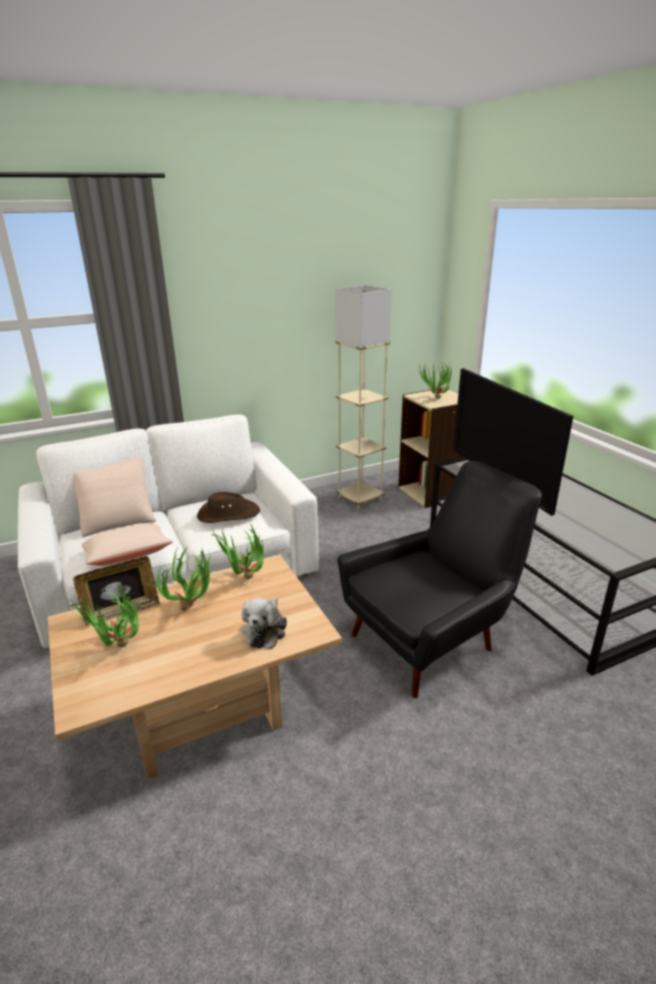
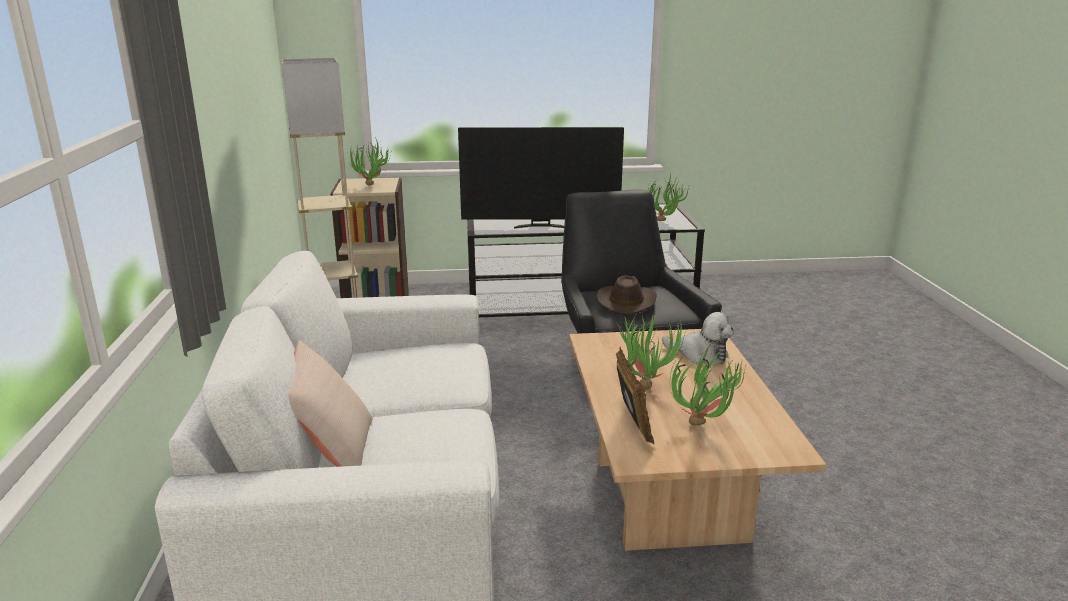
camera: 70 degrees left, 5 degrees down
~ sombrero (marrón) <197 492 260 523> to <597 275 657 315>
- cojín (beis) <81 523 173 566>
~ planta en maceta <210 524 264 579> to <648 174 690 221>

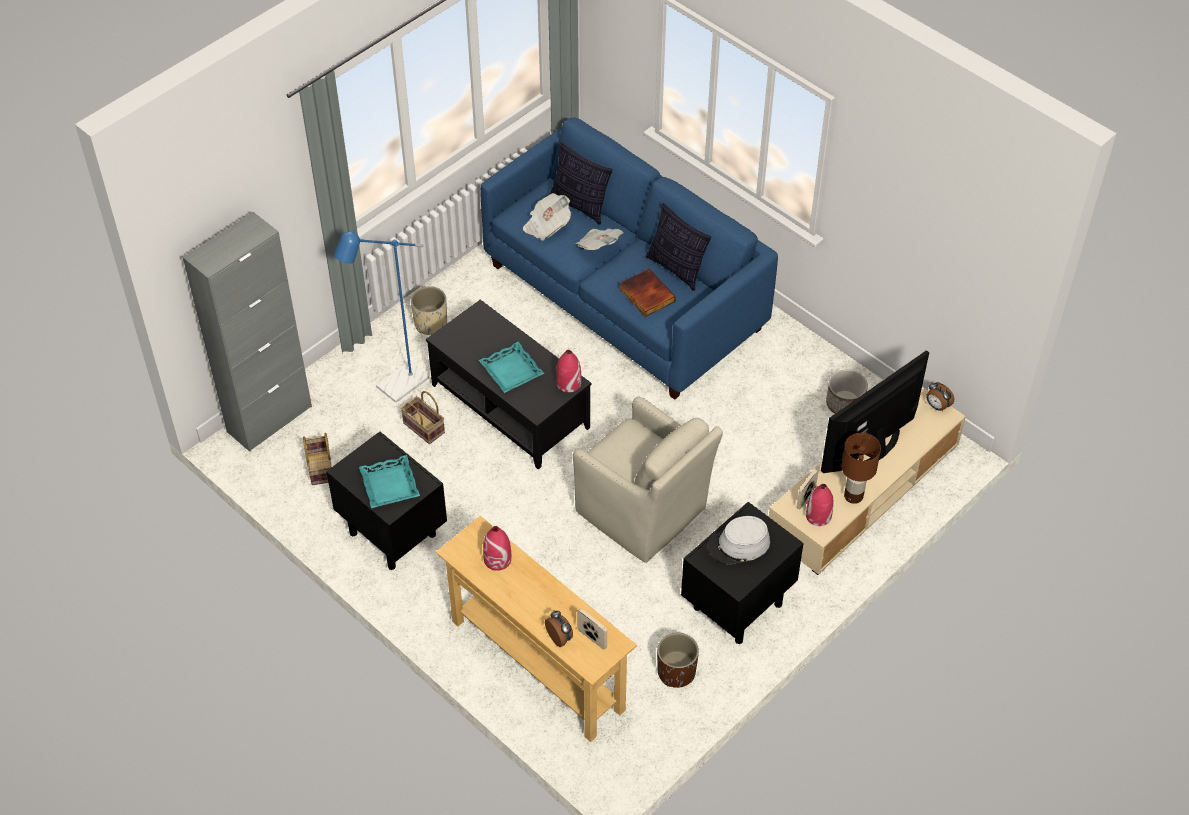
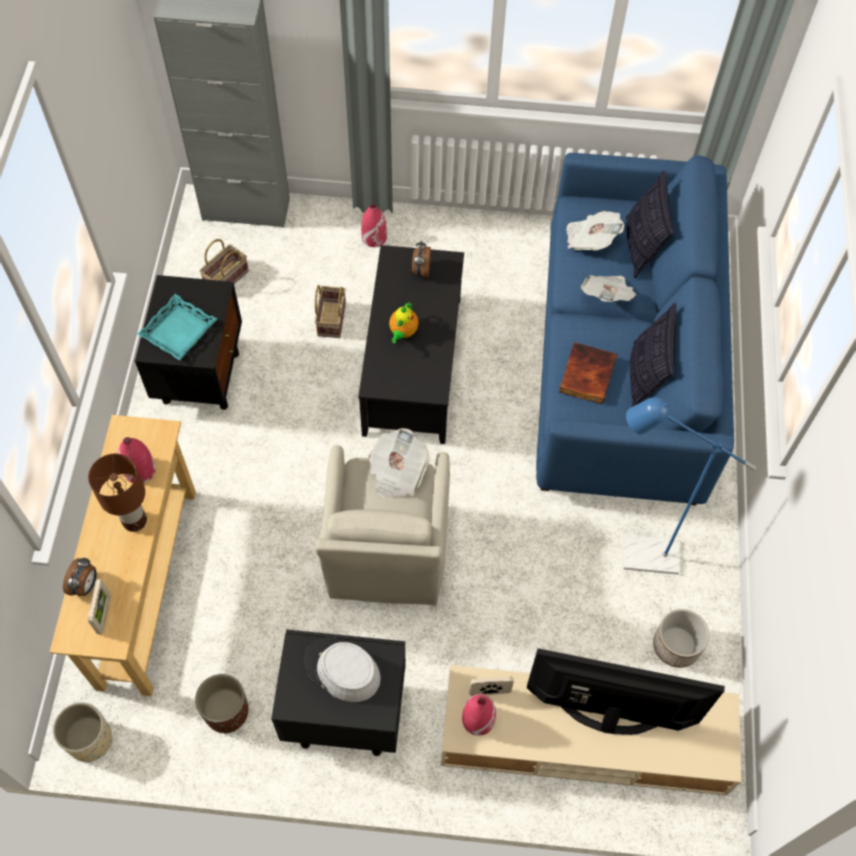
camera: 50 degrees right, 10 degrees up
~ lámpara de pie (azul) <334 229 429 403> to <623 397 756 575>
~ maceta (beis) <411 286 447 335> to <53 702 112 762>
~ bandeja (turquesa) <479 342 545 393> to tetera <389 302 419 343>
~ florero (rojo) <556 350 581 392> to <361 204 387 247>
~ despertador <926 382 954 411> to <412 240 431 277>
~ lámpara de mesa (marrón) <841 433 881 504> to <88 454 147 532>
+ periódico <369 428 430 498>

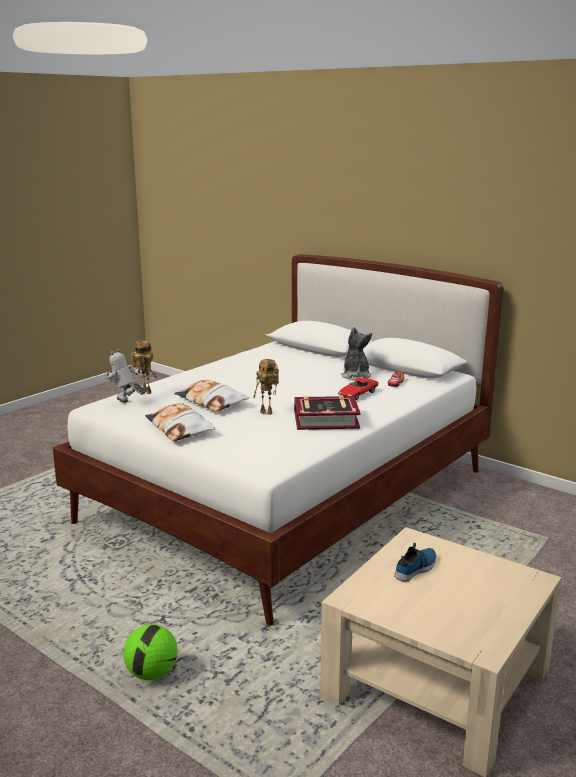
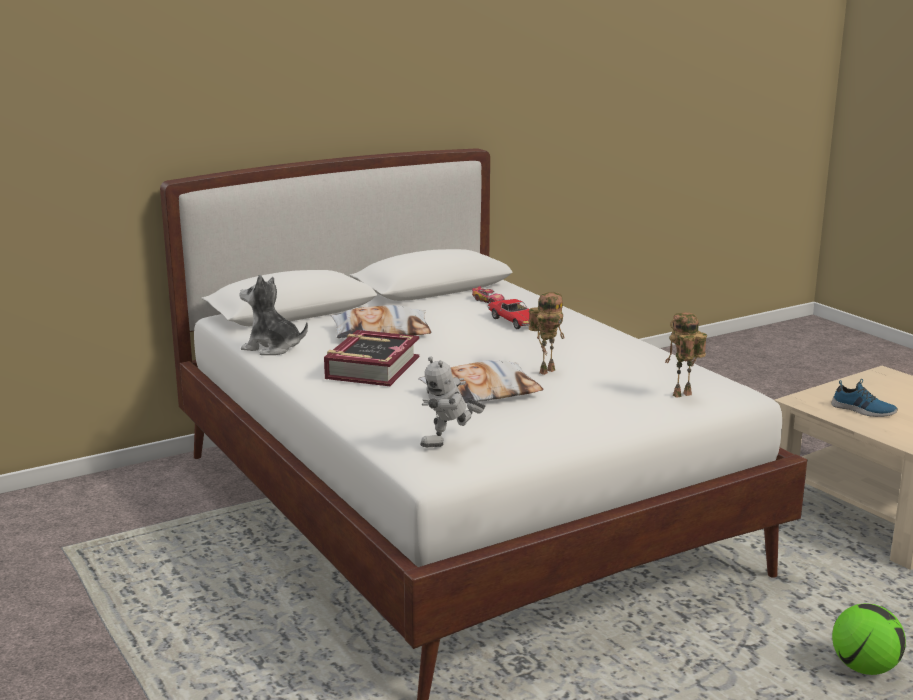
camera: 70 degrees left, 0 degrees up
~ peluche <341 327 372 379> to <240 274 308 355>
~ robot de juguete <131 340 158 394> to <665 312 707 398>
~ libro <294 395 361 430> to <324 330 419 386>
~ cojín <145 403 215 441> to <331 305 432 338>
~ zapato <394 543 436 582> = <832 379 898 417> 150 degrees clockwise

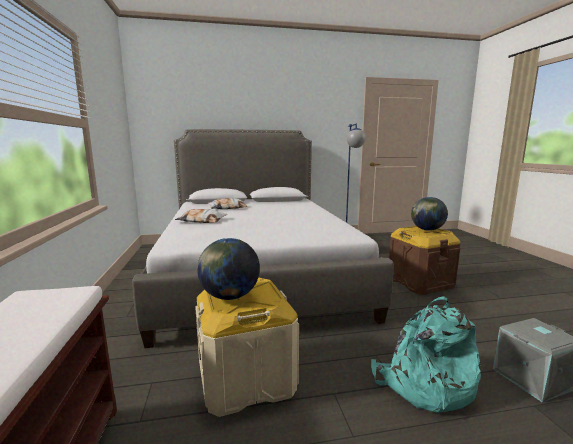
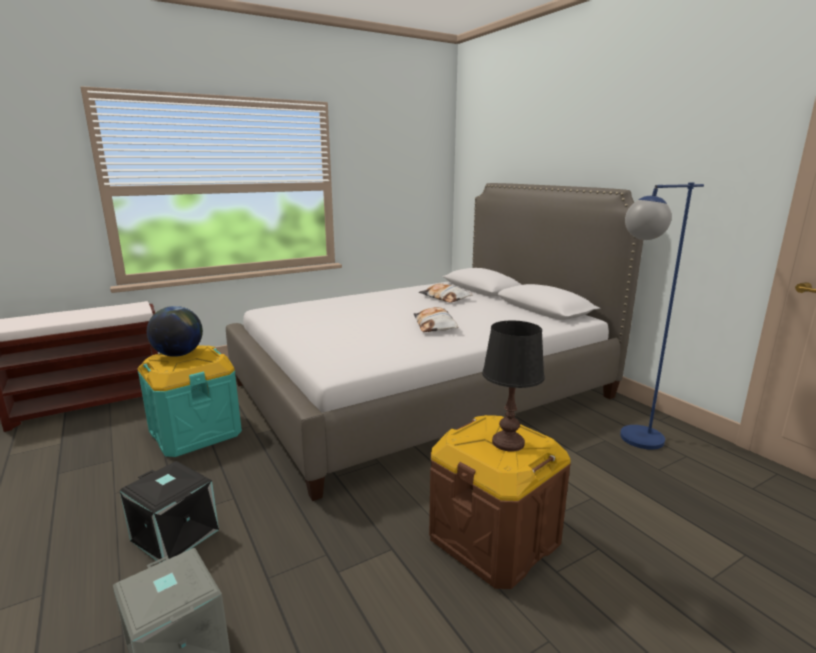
camera: 70 degrees right, 5 degrees up
~ globo terráqueo <411 197 448 231> to lámpara de mesa (negro) <482 320 545 452>
~ cojín <175 209 227 223> to <414 307 459 332>
~ caja de almacenaje (beis) <195 278 299 417> to caja de almacenaje (turquesa) <138 345 242 457>
~ mochila (turquesa) <371 296 481 413> to caja de almacenaje (negro) <120 461 219 563>

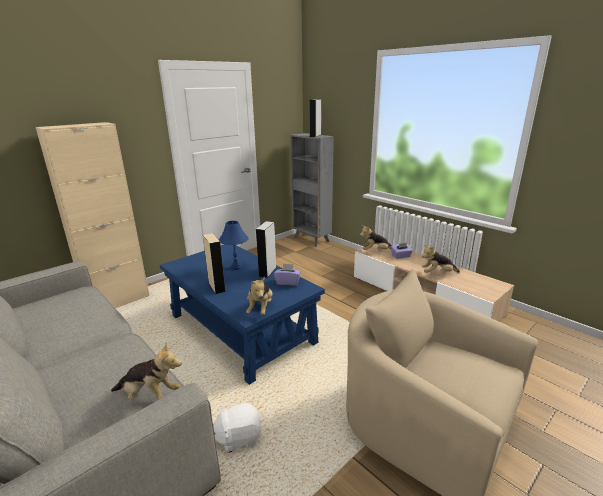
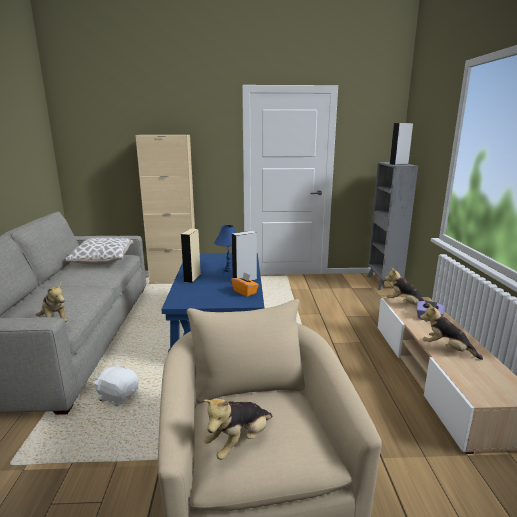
camera: 40 degrees right, 5 degrees down
~ caja de pañuelos (morado) <274 264 301 286> to caja de pañuelos (naranja) <231 272 259 297>
~ peluche <246 277 272 315> to <203 398 273 460>
+ cojín <65 238 134 265>

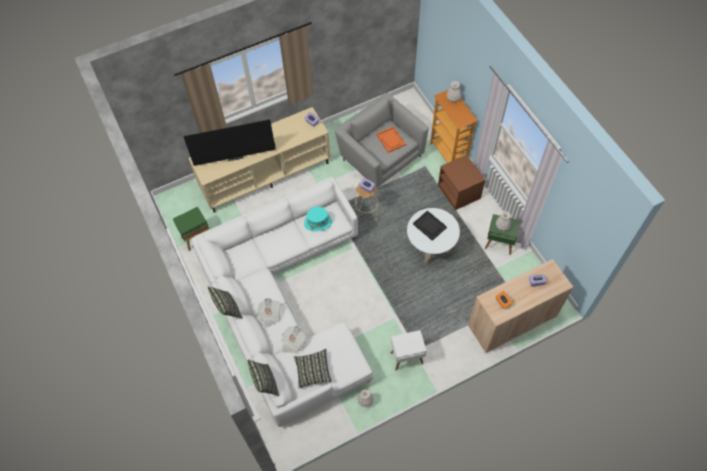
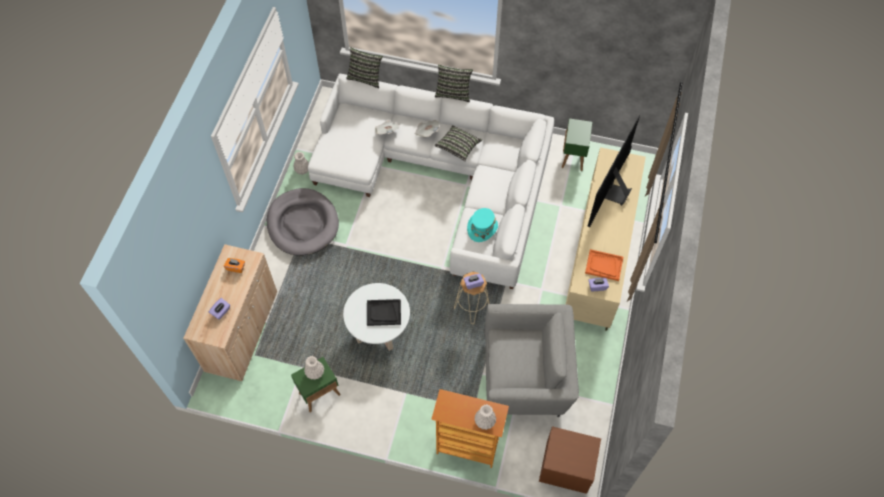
camera: 130 degrees right, 0 degrees up
~ bandeja (naranja) <376 126 406 153> to <585 249 623 281>
~ mesita de noche (marrón) <438 155 485 210> to <539 426 601 494>
~ mesa auxiliar (blanco) <391 330 427 371> to cama para perro (gris) <267 188 339 255>
~ cojín <294 349 332 388> to <434 125 482 161>

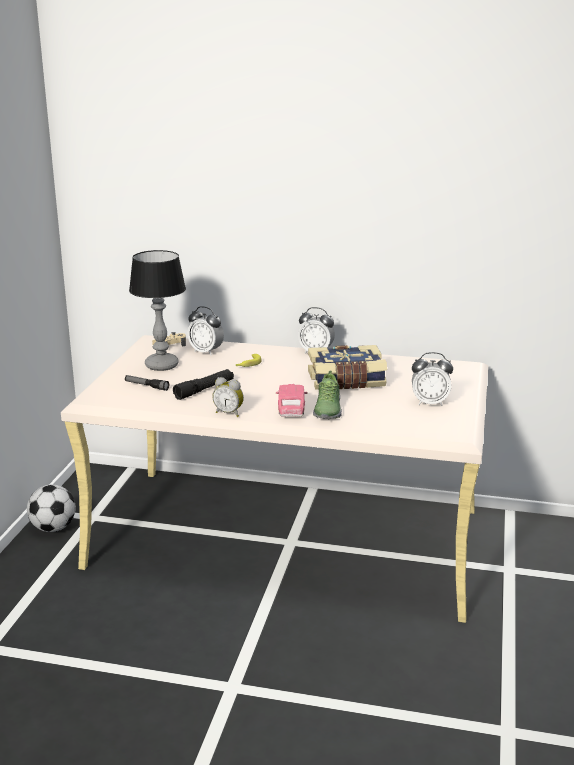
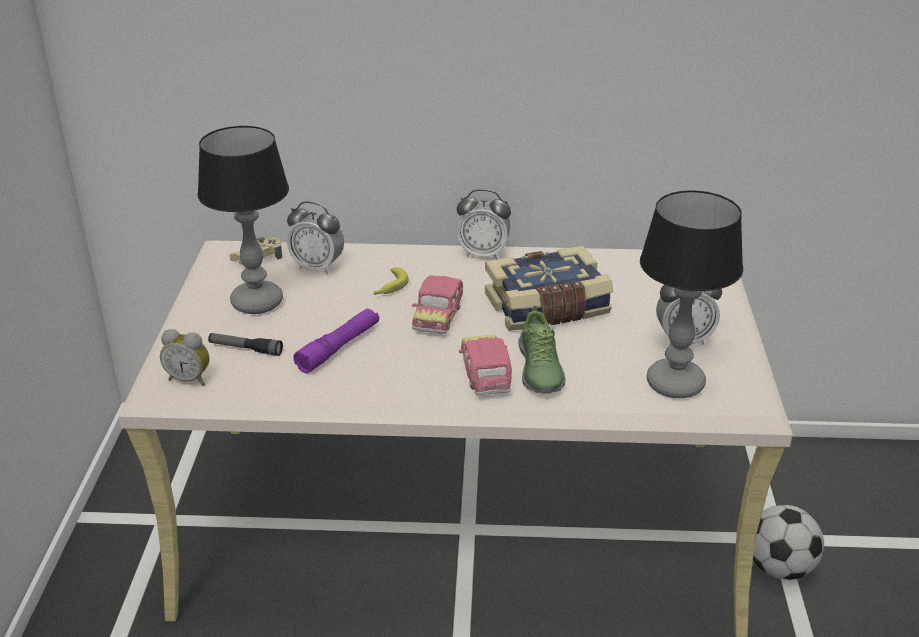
camera: 10 degrees left, 10 degrees up
~ linterna (negro) <173 369 234 400> to linterna (morado) <293 308 379 373>
~ despertador <212 377 244 417> to <160 329 209 386>
~ balón de fútbol <27 485 76 532> to <753 505 824 580>
+ lámpara de mesa <640 190 743 398>
+ coche de juguete <412 275 463 334>

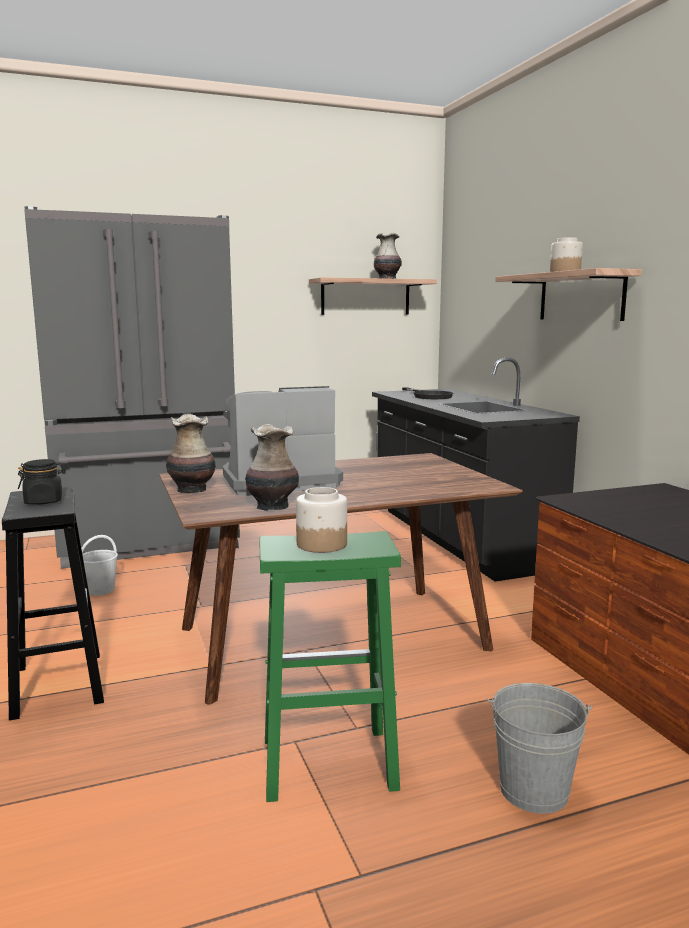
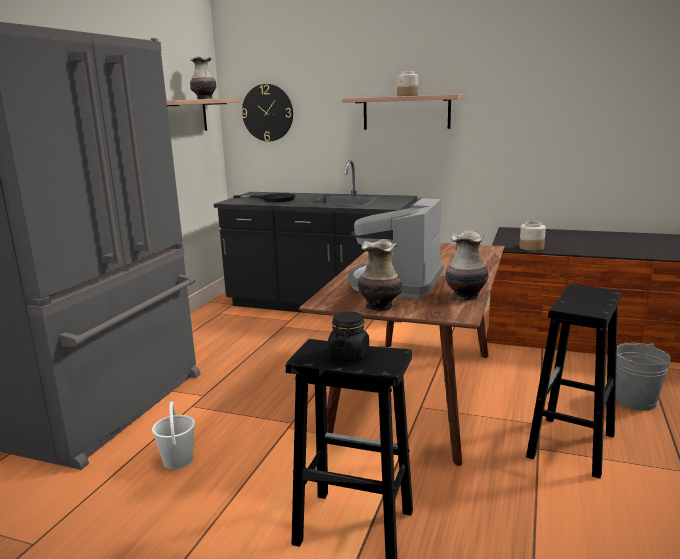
camera: 50 degrees left, 5 degrees up
~ tarro <296 487 347 553> to <519 221 546 251>
~ taburete (verde) <259 531 401 802> to taburete (negro) <526 284 621 479>
+ reloj de pared <241 84 293 142>

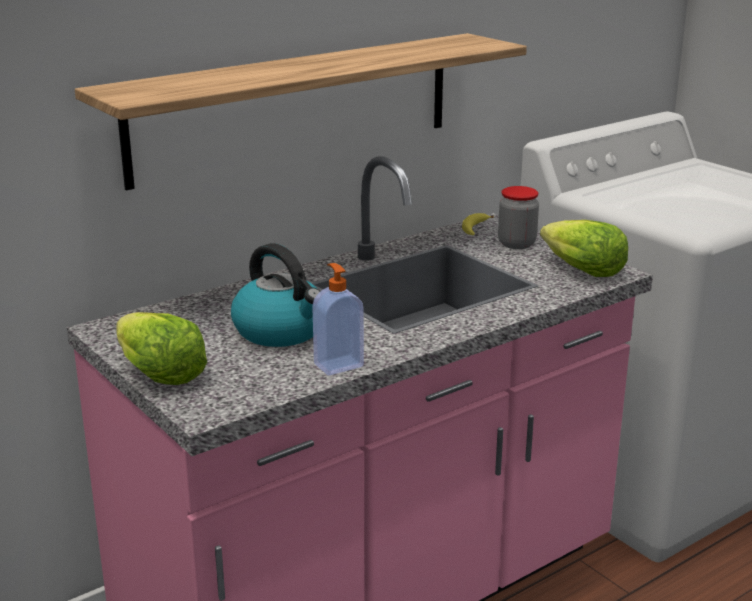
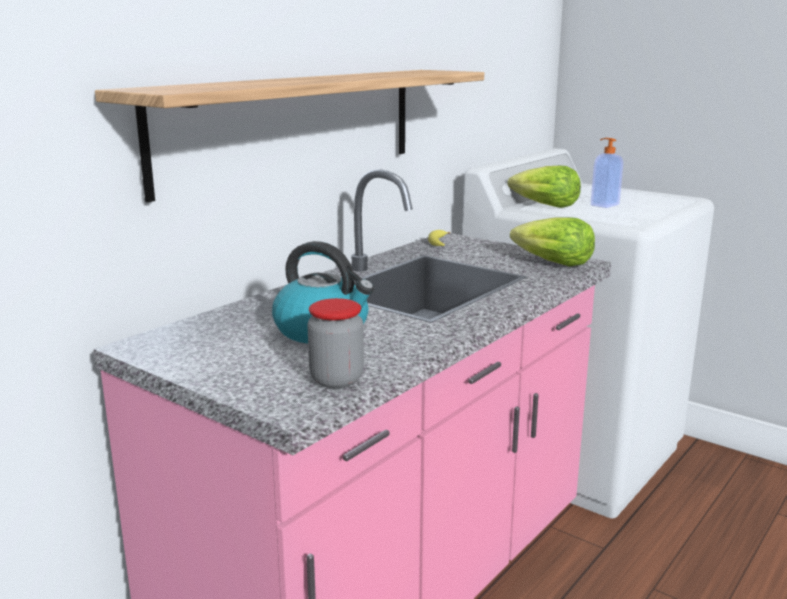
camera: 15 degrees left, 5 degrees down
~ tarro <498 186 539 249> to <307 298 364 388>
~ dispensador de jabón <312 263 364 376> to <591 138 623 208>
~ lechuga <116 312 207 385> to <507 165 581 208>

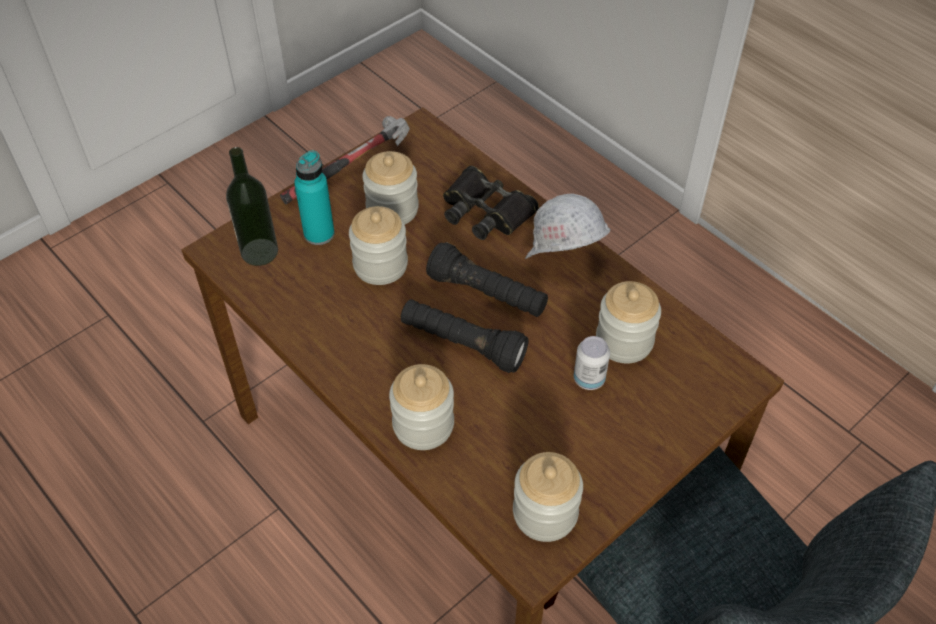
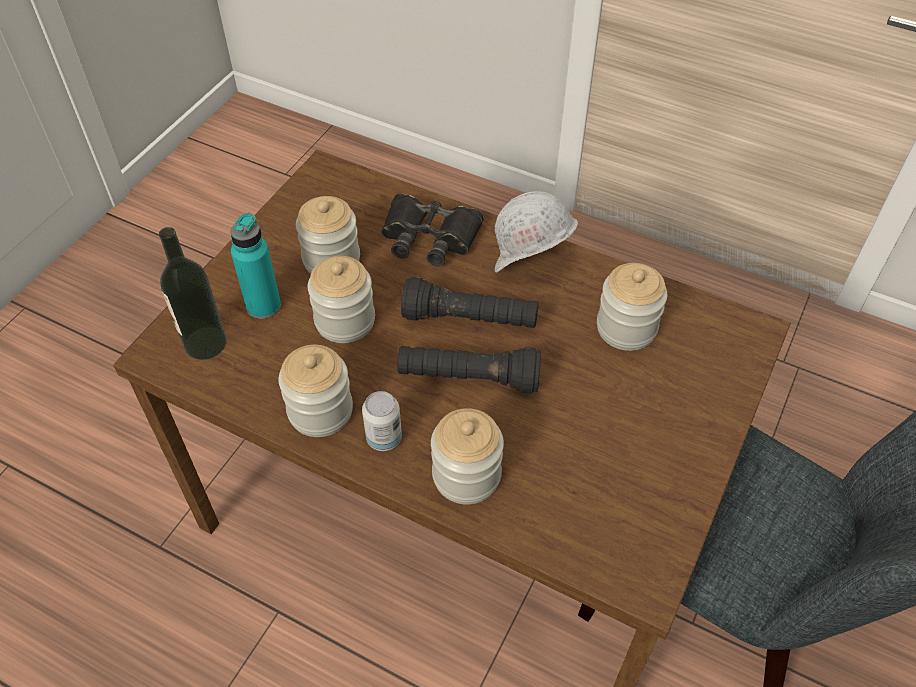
camera: 20 degrees left, 0 degrees up
- martillo <280 116 410 204>
~ lata <574 336 610 390> to <362 391 402 451>
~ tarro <513 452 583 542> to <278 345 353 437>

